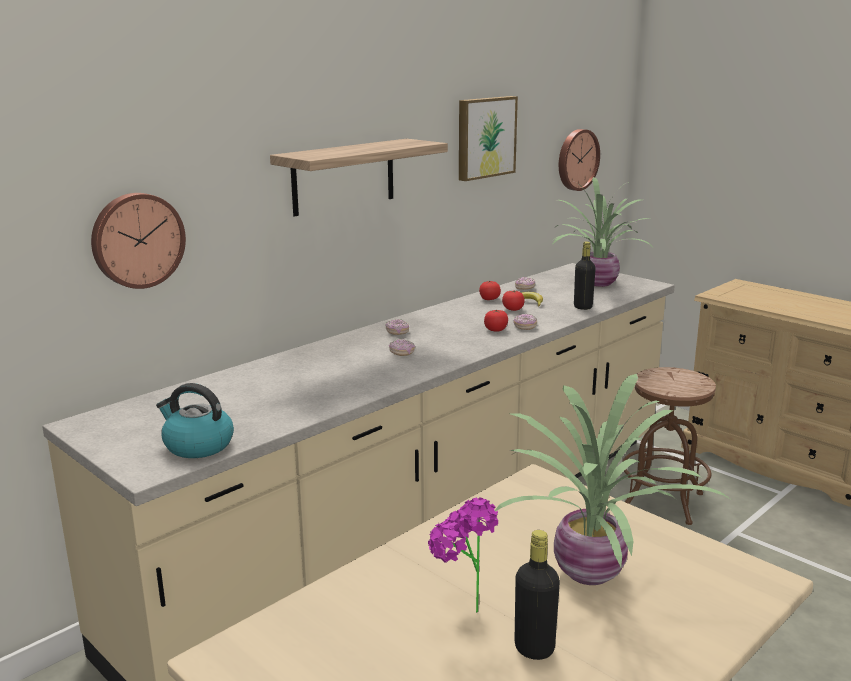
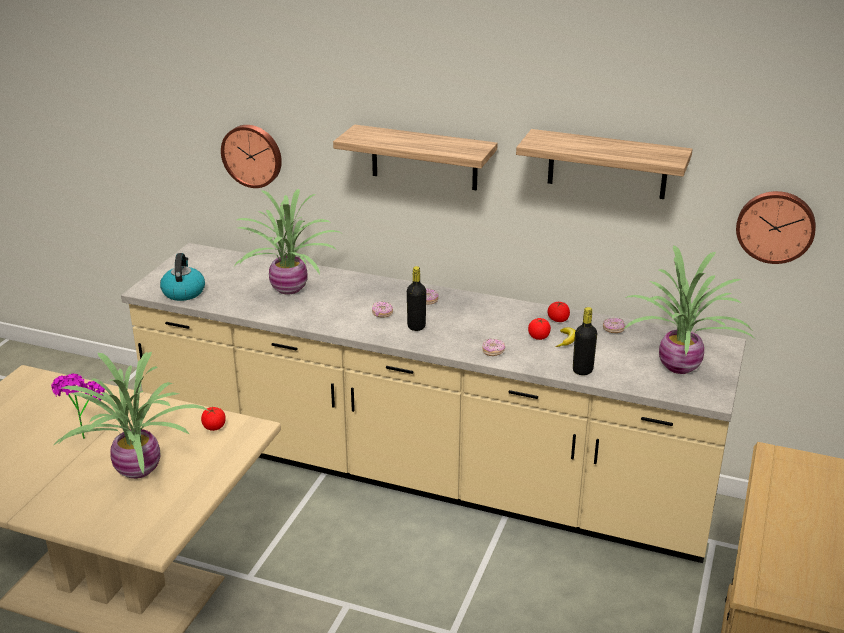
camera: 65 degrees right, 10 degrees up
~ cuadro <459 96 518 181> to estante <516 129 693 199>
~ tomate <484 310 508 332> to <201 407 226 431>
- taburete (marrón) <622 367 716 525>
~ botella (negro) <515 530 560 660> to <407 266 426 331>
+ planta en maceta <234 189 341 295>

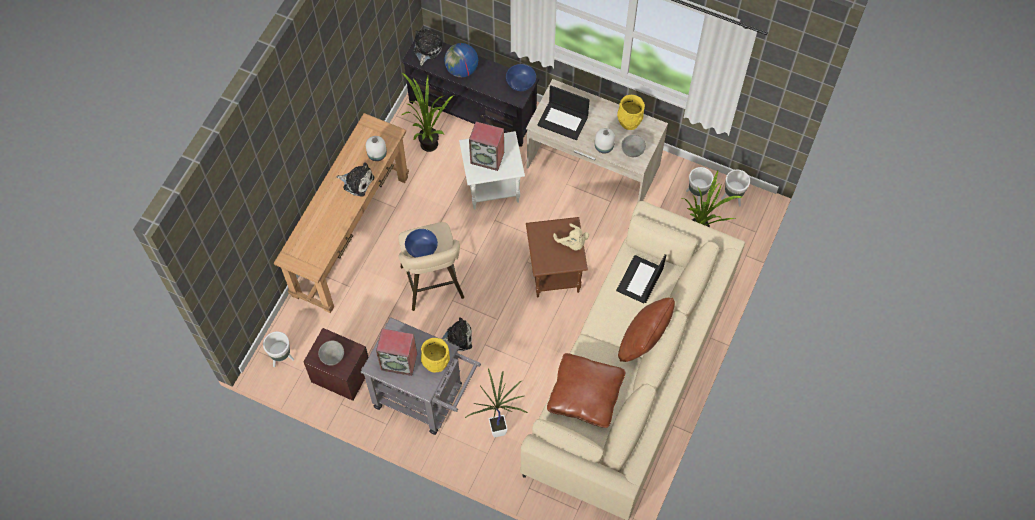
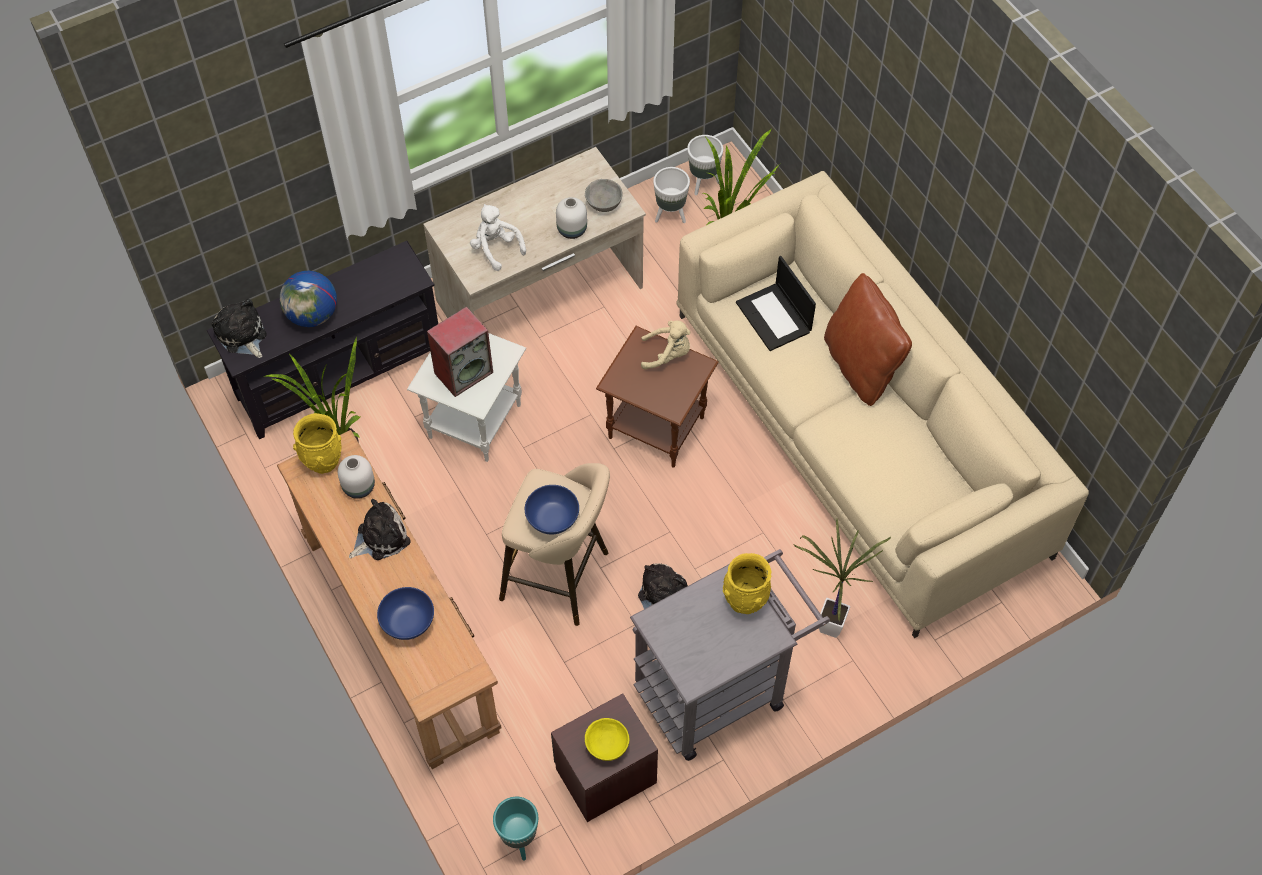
camera: 55 degrees left, 5 degrees down
~ cuenco (azul) <506 64 536 91> to <377 587 434 640>
~ portátil <537 85 590 140> to peluche (blanco) <470 204 526 271>
~ florero (amarillo) <617 95 645 130> to <293 413 341 474>
- altavoz <376 329 417 376>
~ maceta (blanco) <263 331 294 367> to maceta (turquesa) <493 797 538 861>
~ cuenco (gris) <318 341 344 366> to cuenco (amarillo) <585 718 629 761>
- cojín (marrón) <547 353 625 428>

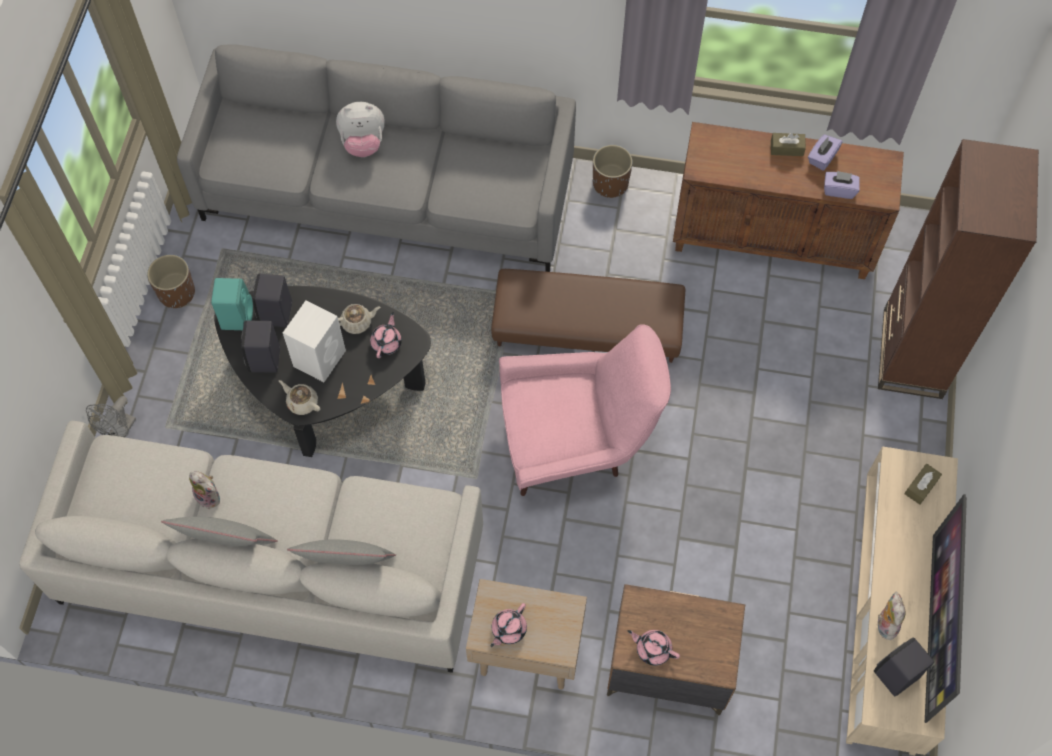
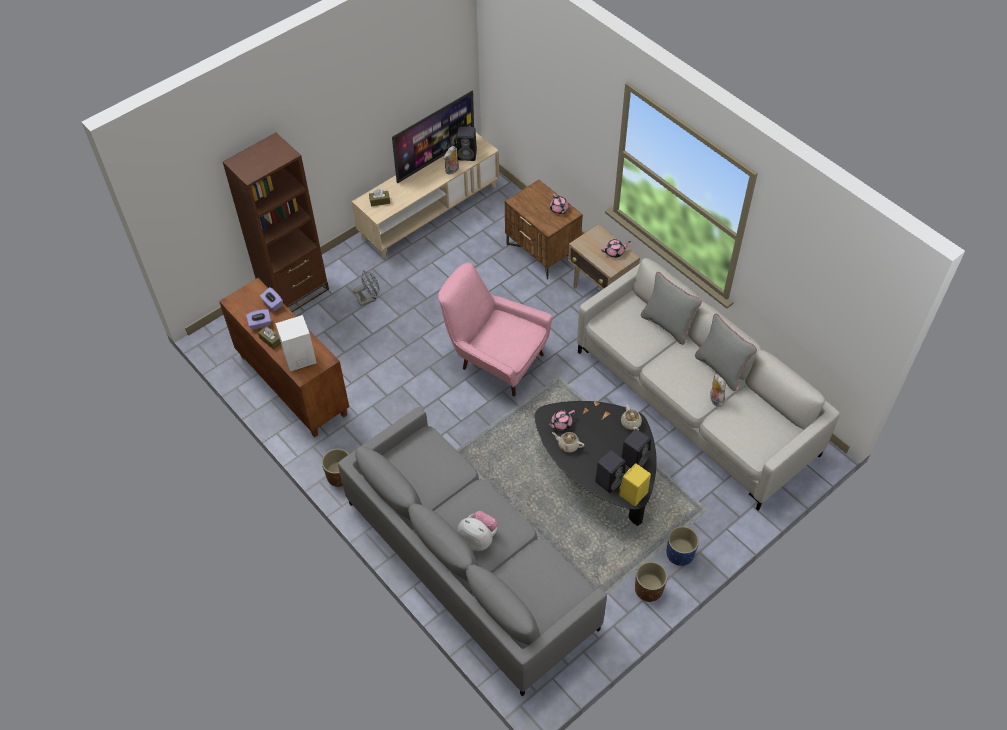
camera: 140 degrees left, 10 degrees down
- puf (marrón) <491 269 685 363>
~ altavoz (turquesa) <211 278 253 330> to altavoz (amarillo) <619 463 651 506>
~ altavoz (blanco) <283 301 346 382> to <275 315 317 371>
~ ventilador (gris) <86 396 136 437> to <353 271 379 306>
+ maceta (azul) <666 526 699 566>

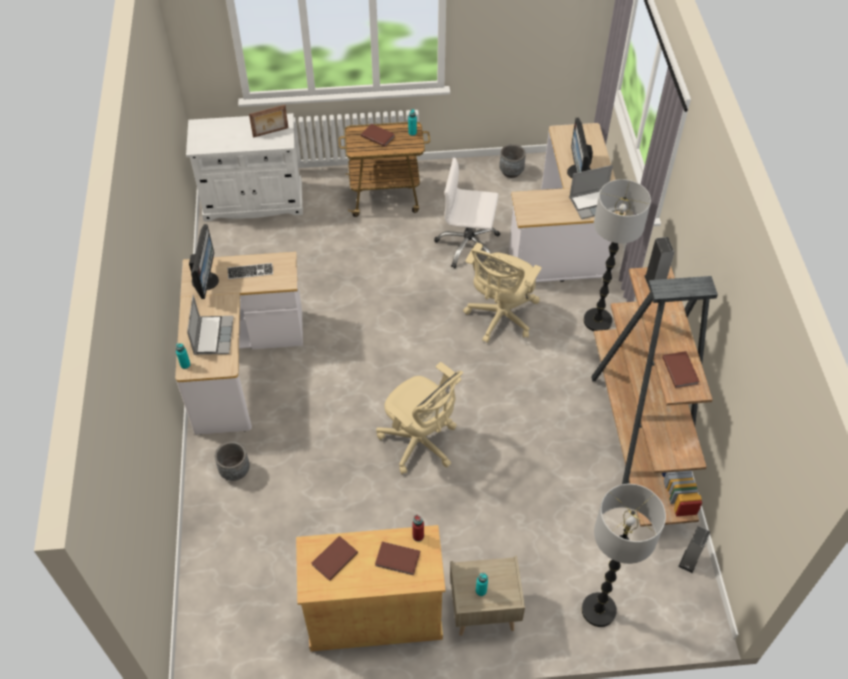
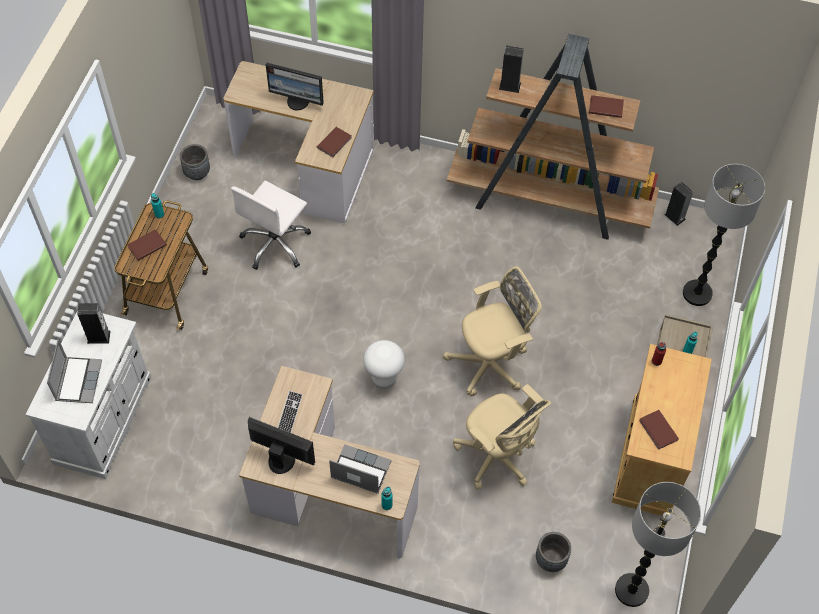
camera: 70 degrees left, 5 degrees up
~ portarretratos <249 105 288 138> to altavoz <77 303 110 344>
~ portátil <569 165 619 219> to <47 339 102 403>
~ lámpara de pie <584 179 651 331> to <615 482 701 607>
~ silla de oficina (beis) <463 243 542 343> to <453 384 551 490>
~ maceta (gris) <215 441 250 481> to <536 532 571 572>
~ libro (marrón) <375 542 420 576> to <317 127 352 157>
+ taburete (blanco) <363 340 405 389>

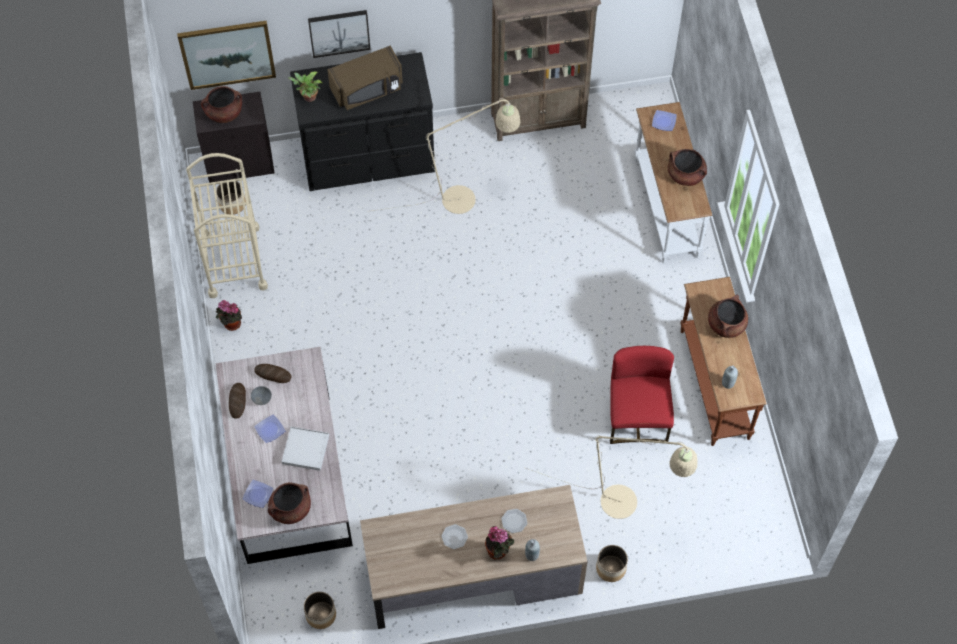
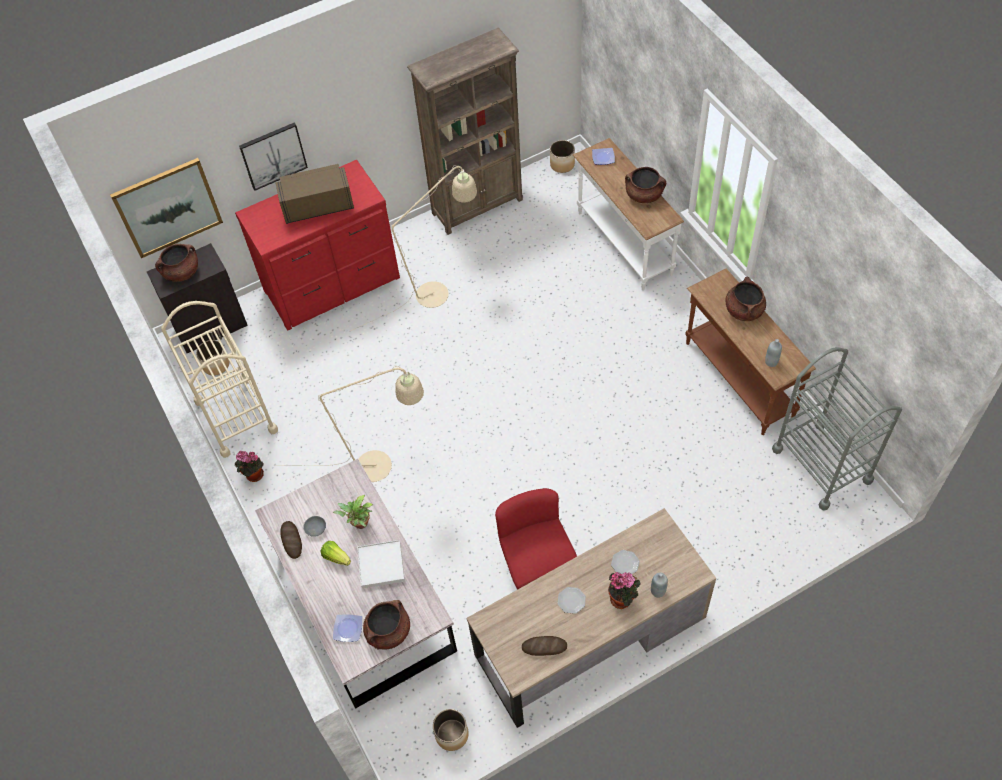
camera: 15 degrees left, 5 degrees down
~ microondas (marrón) <327 46 403 110> = <275 164 354 224> 150 degrees counterclockwise
~ cómoda (negro) <290 52 435 191> to cómoda (rojo) <235 160 400 331>
~ planta en maceta <288 72 323 102> to <333 495 373 529>
~ silla (rojo) <610 346 674 444> to <495 488 577 590>
~ pan <254 364 292 383> to <522 636 567 656>
~ plato <254 415 285 443> to lechuga <321 541 351 566>
~ lámpara de pie (beis) <526 436 698 519> to <275 366 424 482>
~ maceta <596 545 628 582> to <550 140 575 173>
+ carrito (gris) <772 347 902 511>

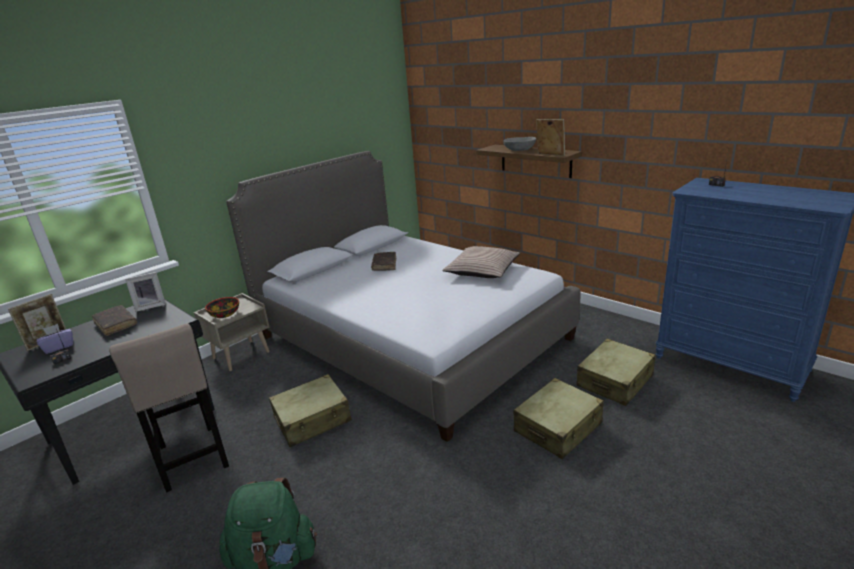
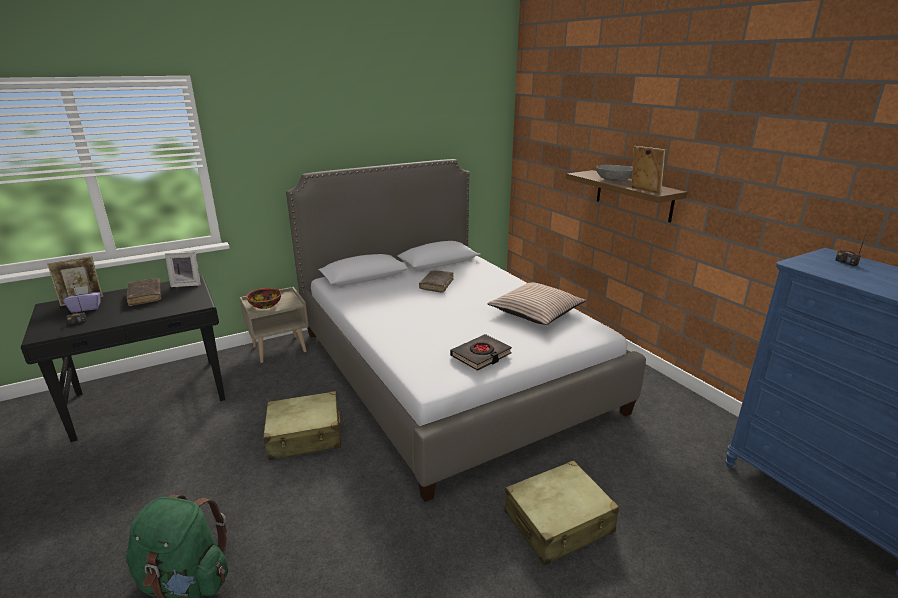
camera: 15 degrees right, 0 degrees up
- taburete (beis) <109 324 229 492>
- maleta (beis) <576 339 656 406>
+ libro (negro) <450 334 512 371>

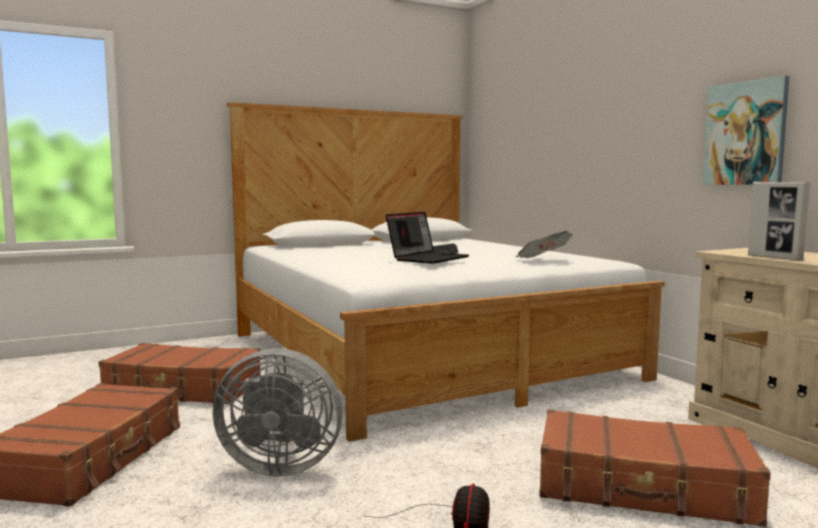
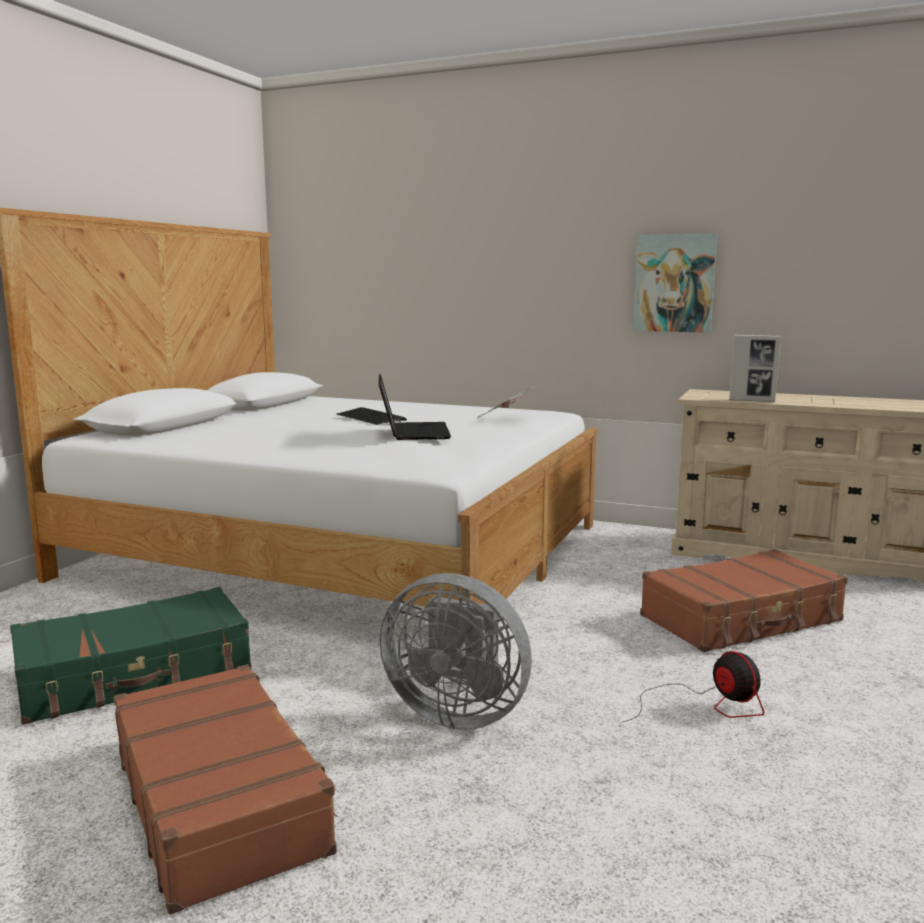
camera: 40 degrees left, 5 degrees up
~ maleta (marrón) <99 343 261 404> to maleta (verde) <10 587 251 725>
~ ventilador (gris) <213 348 342 477> = <380 573 532 730> 60 degrees clockwise

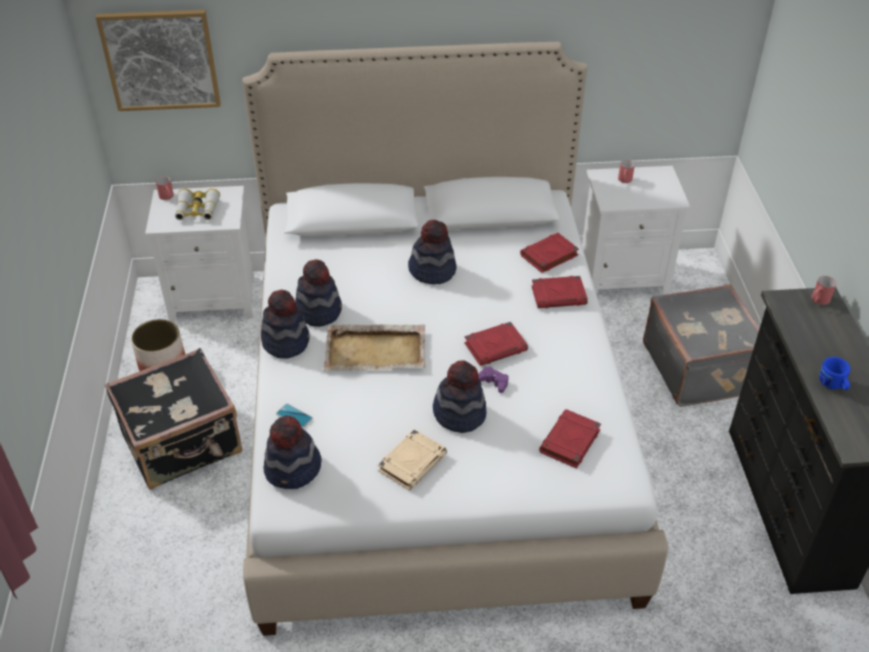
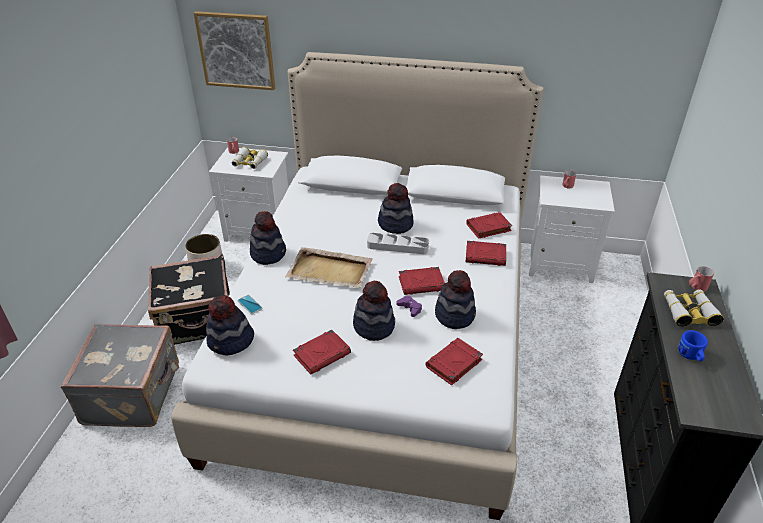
camera: 15 degrees right, 5 degrees down
~ sombrero <295 259 342 327> to <435 270 476 329>
~ maleta (gris) <643 284 760 407> to <61 323 179 427>
~ libro (beis) <378 429 447 491> to libro (rojo) <293 330 351 374>
+ bandeja (gris) <367 233 429 254>
+ prismáticos <664 289 724 327>

